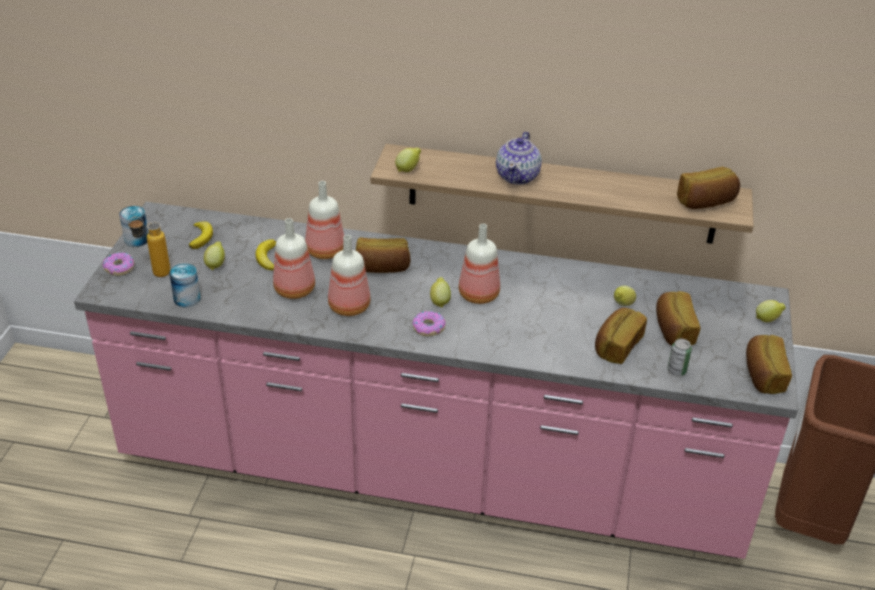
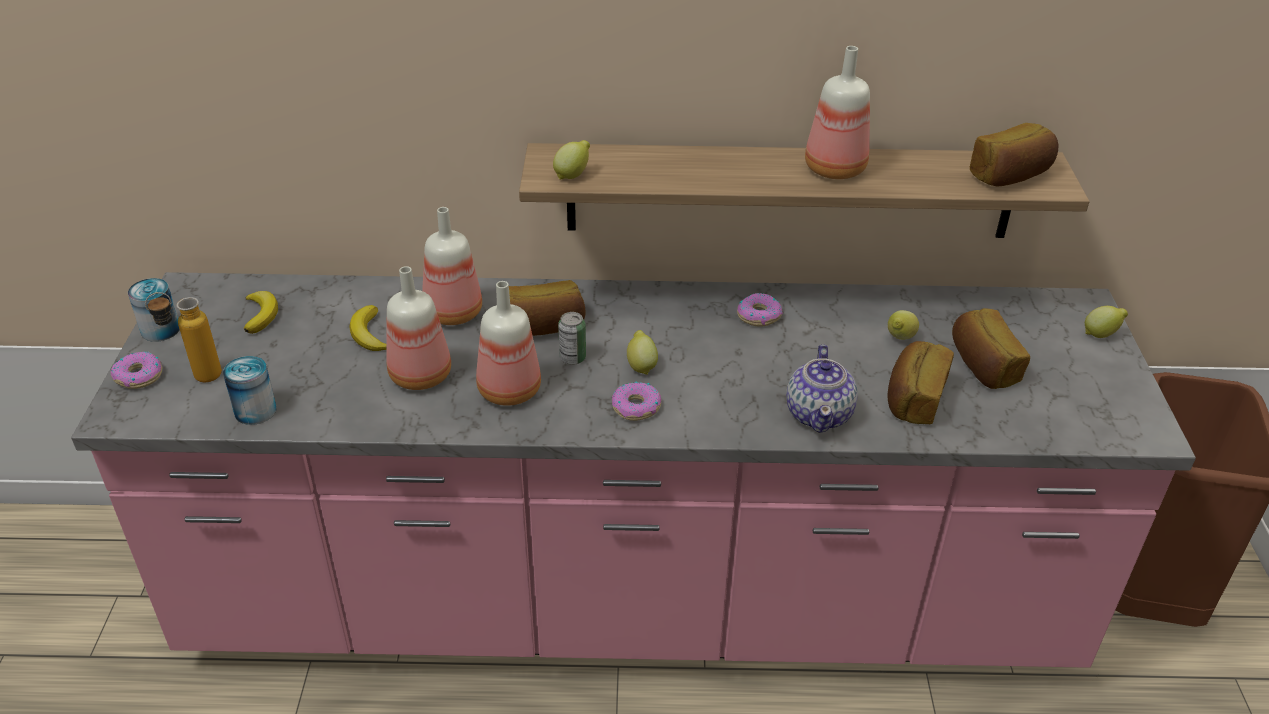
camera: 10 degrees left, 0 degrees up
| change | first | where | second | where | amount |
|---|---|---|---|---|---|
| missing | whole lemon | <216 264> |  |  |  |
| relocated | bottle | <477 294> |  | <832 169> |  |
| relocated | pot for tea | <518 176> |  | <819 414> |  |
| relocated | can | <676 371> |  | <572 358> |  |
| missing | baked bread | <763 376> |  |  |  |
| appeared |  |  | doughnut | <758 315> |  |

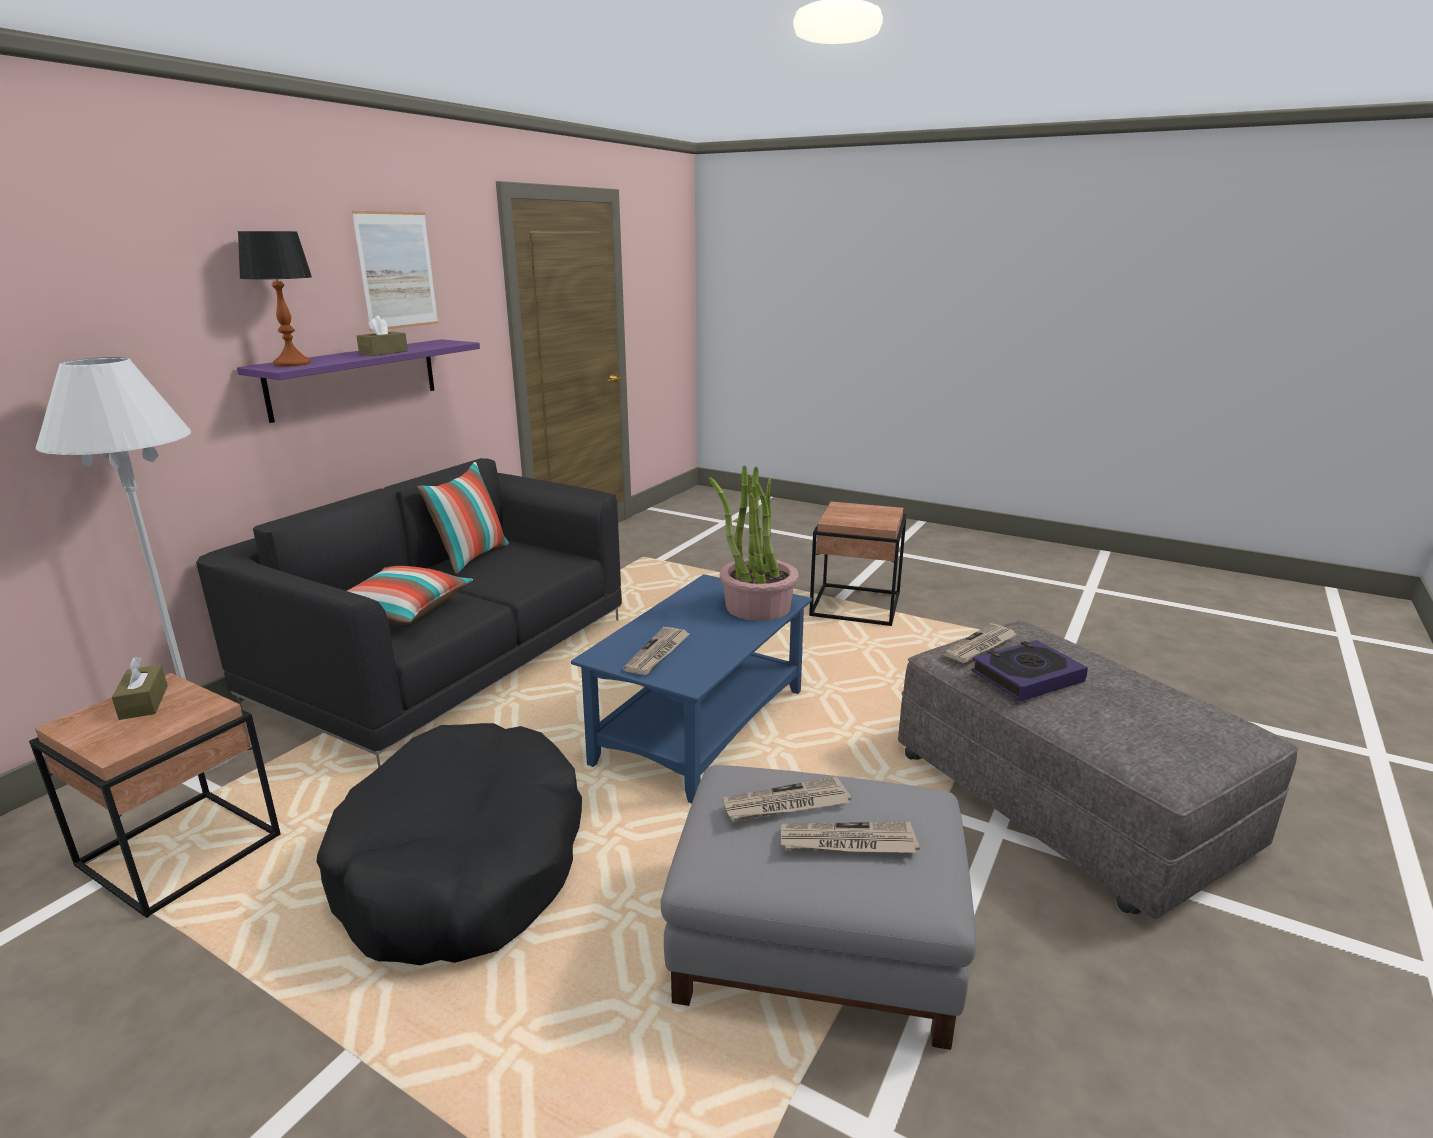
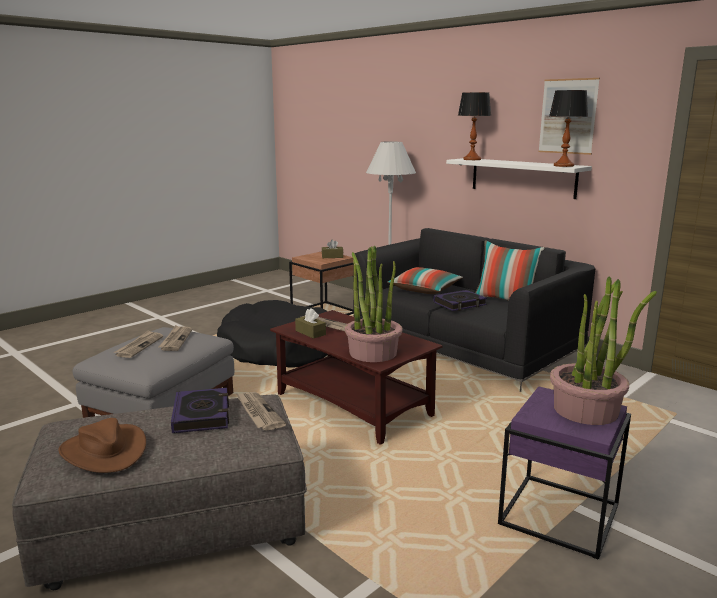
camera: 105 degrees right, 5 degrees down
| change | first | where | second | where | amount |
|---|---|---|---|---|---|
| colour | purplish shelf | <354 378> | white-coloured shelf | <522 177> |  |
| relocated | brown tissue holder | <383 352> |  | <310 333> |  |
| colour | bluish lounge table | <702 725> | brown lounge table | <354 405> |  |
| colour | brown side table | <856 605> | purplish side table | <560 516> |  |
| appeared |  |  | brown hat | <103 451> |  |
| appeared |  |  | volume | <460 304> |  |
| appeared |  |  | lamp for a table | <563 166> |  |
| appeared |  |  | plant in a pot | <586 410> |  |

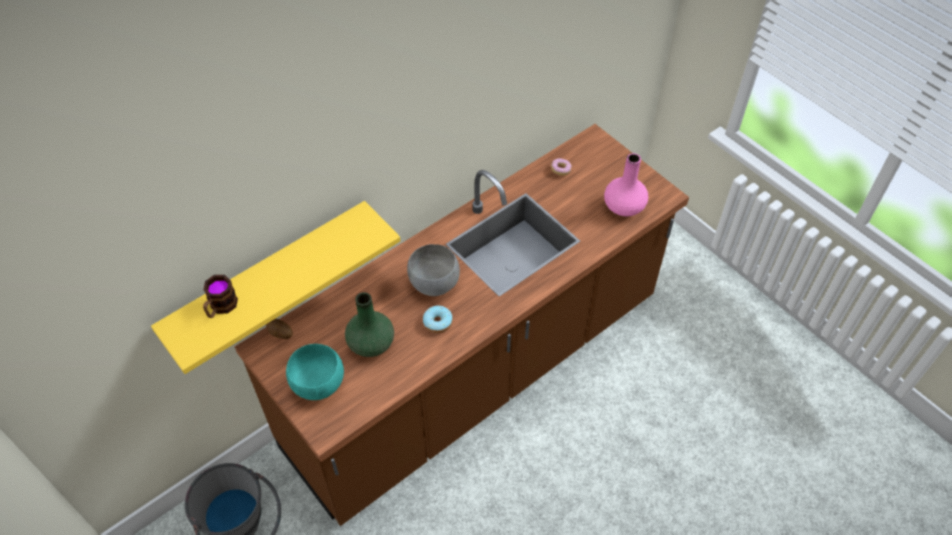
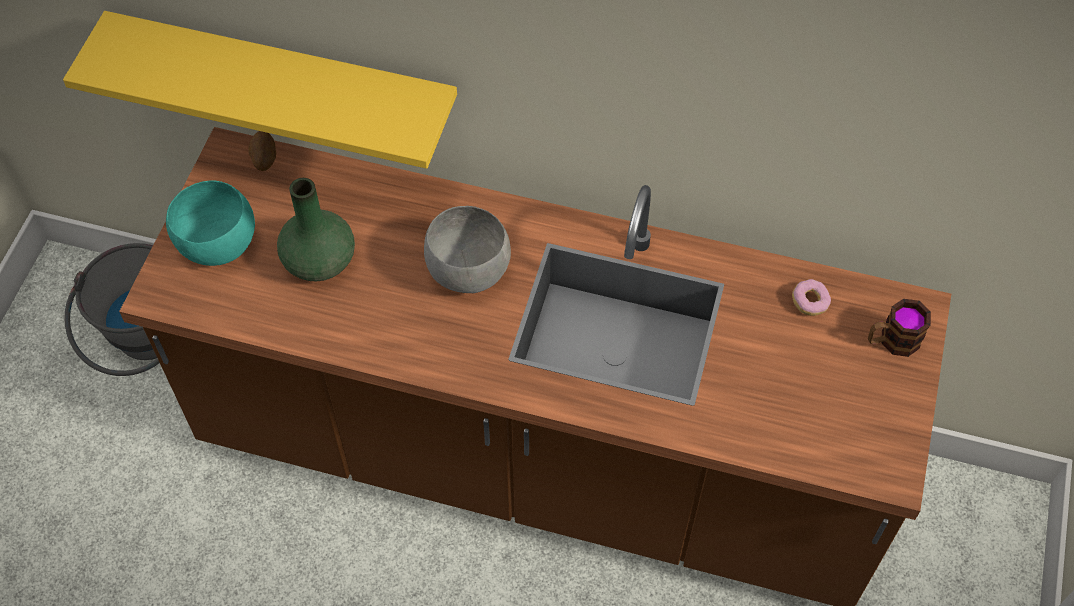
camera: 55 degrees right, 5 degrees up
| change | first | where | second | where | amount |
|---|---|---|---|---|---|
| relocated | mug | <221 307> |  | <891 341> |  |
| missing | doughnut | <437 322> |  |  |  |
| missing | pink flower vase | <624 207> |  |  |  |

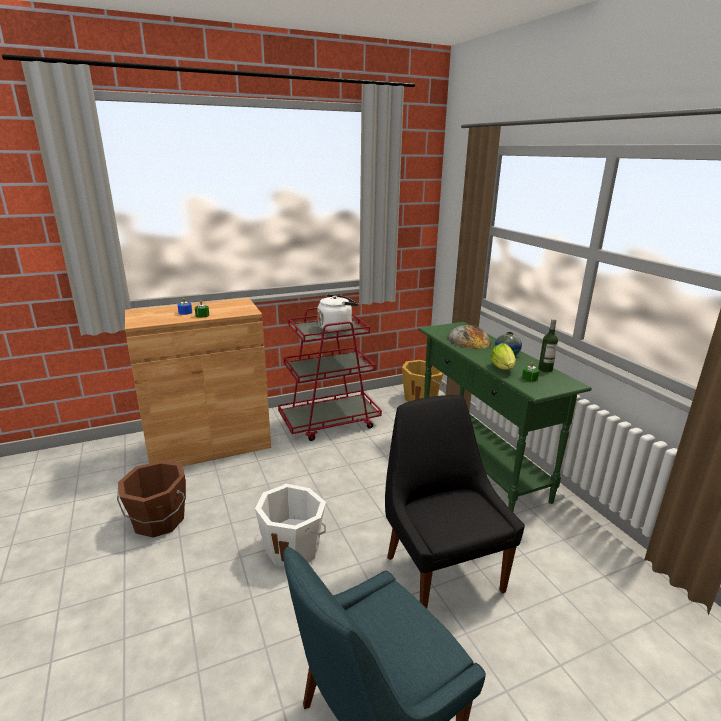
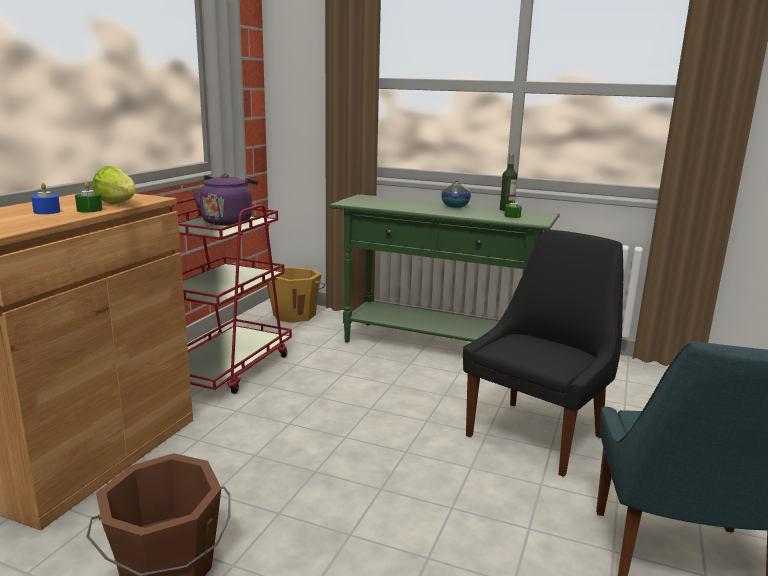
camera: 45 degrees left, 5 degrees down
| change | first | where | second | where | amount |
|---|---|---|---|---|---|
| missing | white-coloured bucket | <294 548> |  |  |  |
| colour | white-coloured kettle | <336 327> | purplish kettle | <228 221> |  |
| spun | black upright chair | <441 570> |  | <537 434> | 105 degrees clockwise |
| missing | baked bread | <469 340> |  |  |  |
| relocated | head of lettuce | <503 369> |  | <119 204> |  |

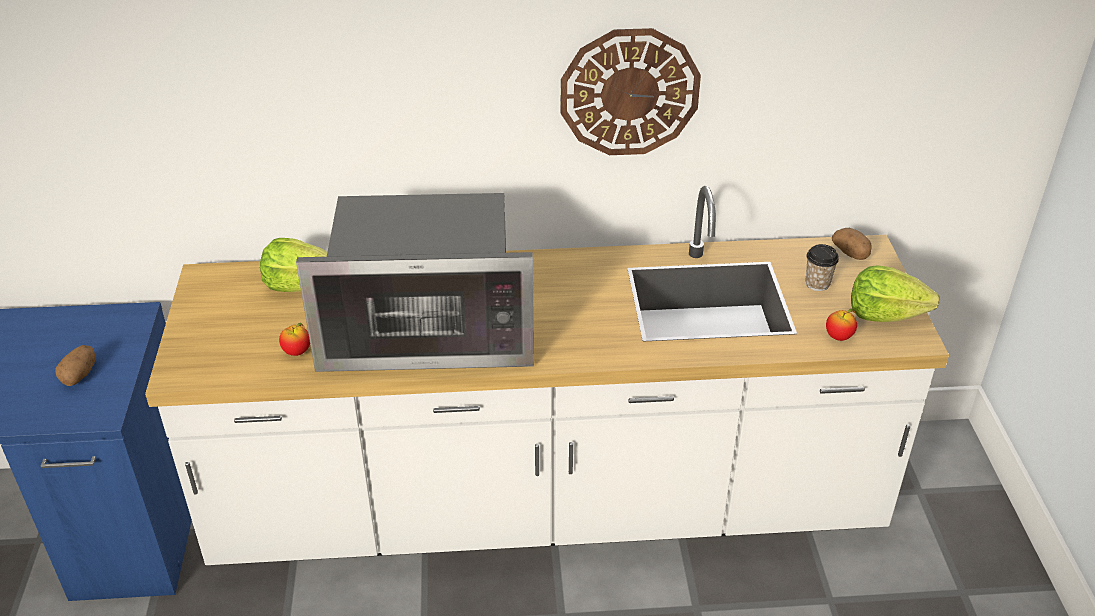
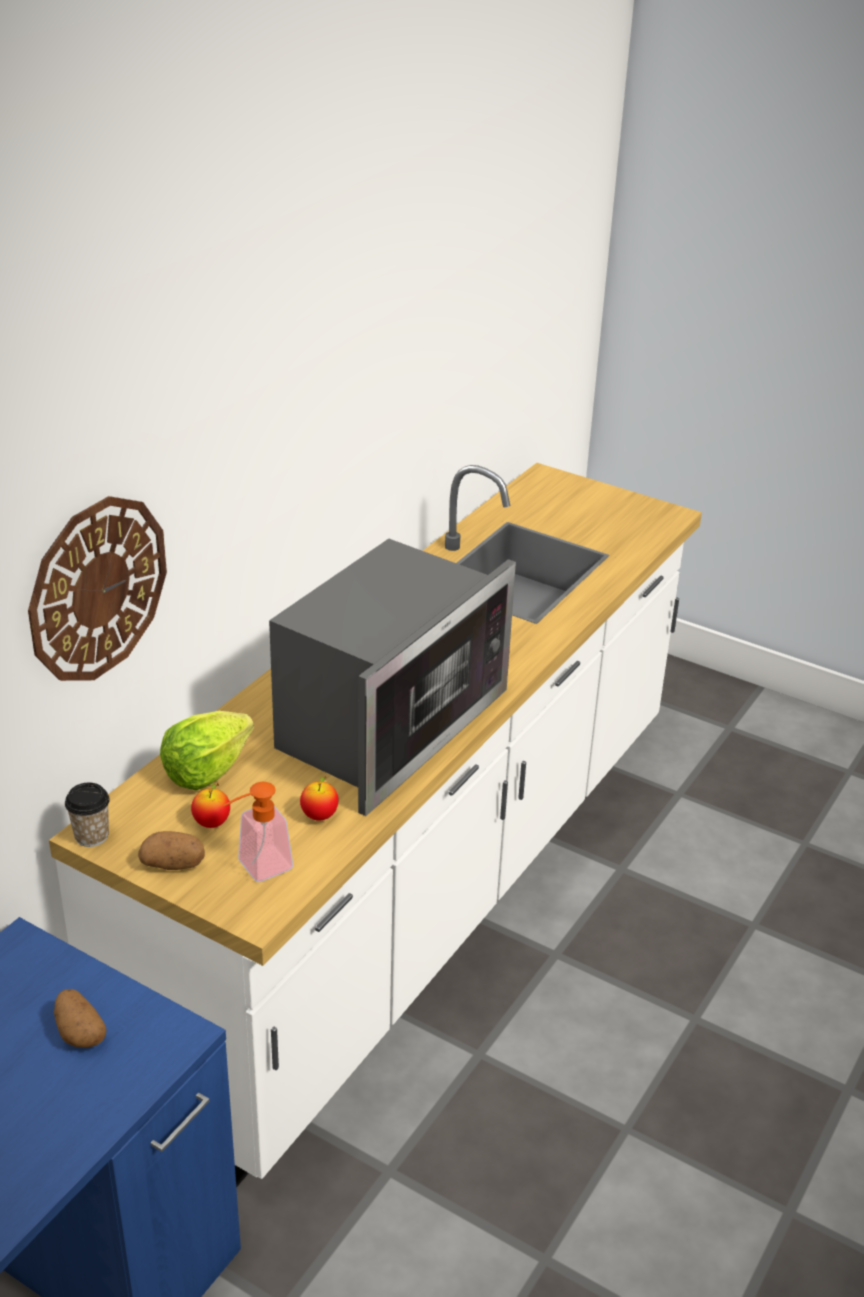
camera: 55 degrees left, 5 degrees down
| change | first | where | second | where | amount |
|---|---|---|---|---|---|
| relocated | wall clock | <629 92> |  | <97 589> |  |
| relocated | cup | <817 283> |  | <91 836> |  |
| relocated | apple | <839 337> |  | <212 823> |  |
| relocated | whole potato | <851 253> |  | <173 864> |  |
| missing | head of lettuce | <884 314> |  |  |  |
| appeared |  |  | soap dispenser | <257 868> |  |

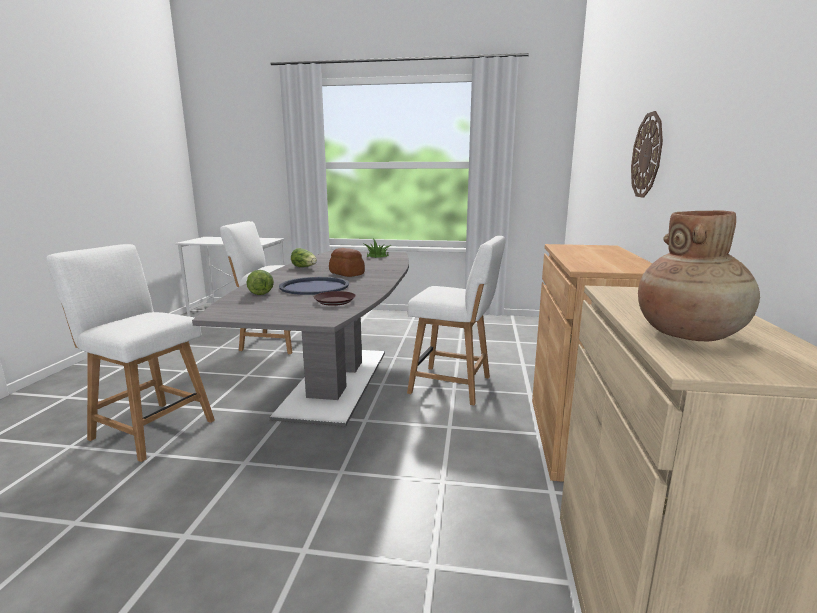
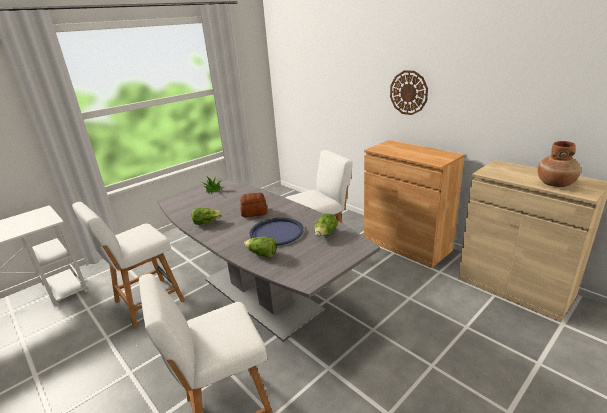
camera: 50 degrees left, 10 degrees up
| change | first | where | second | where | amount |
|---|---|---|---|---|---|
| exchanged | brown plate | <335 301> | head of lettuce | <325 234> |  |

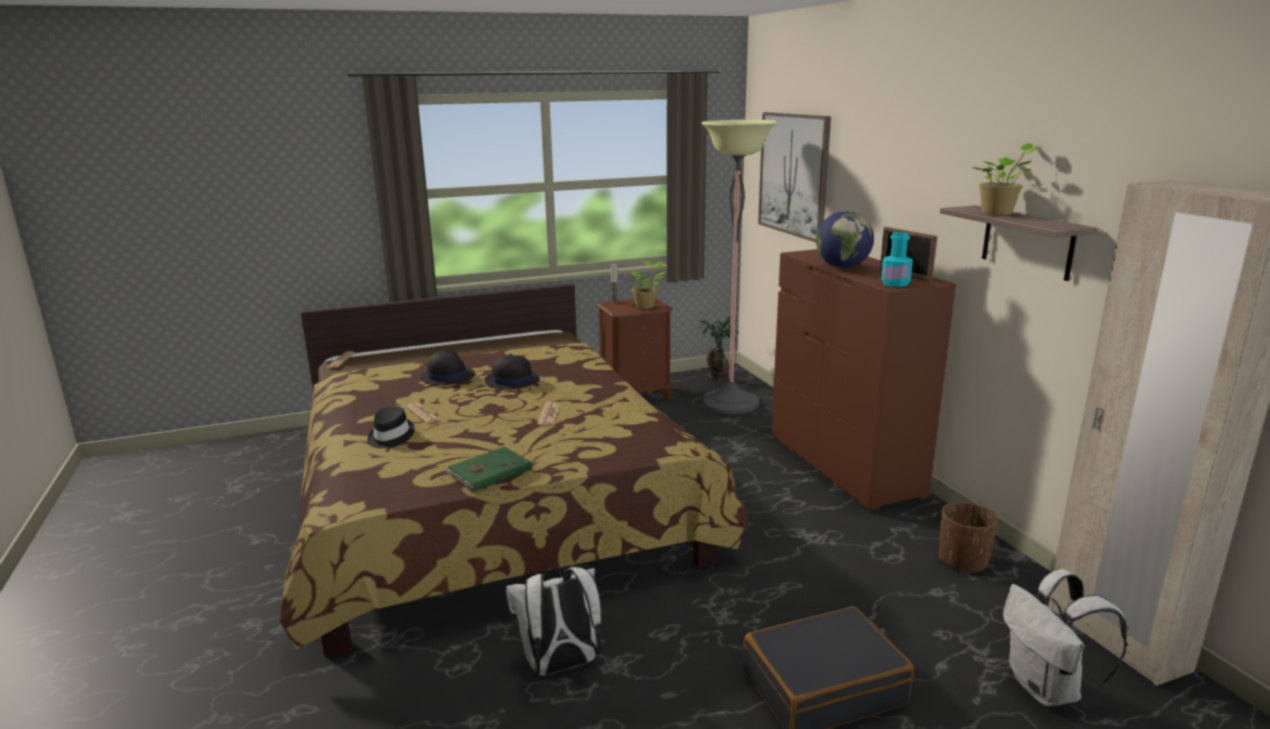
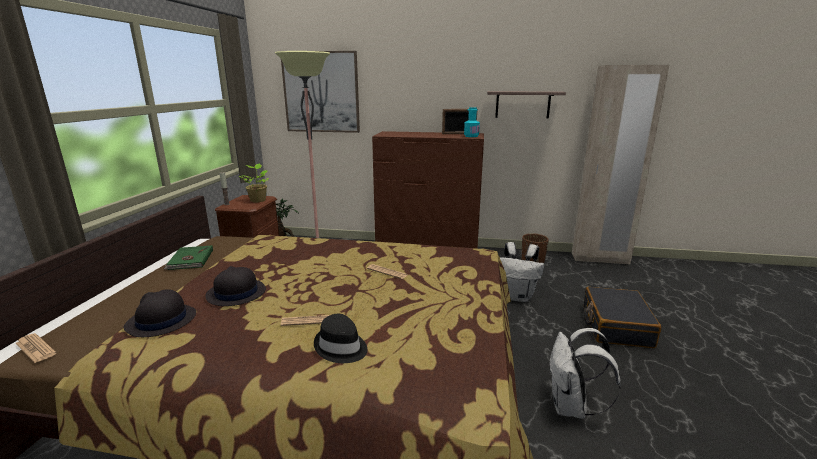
camera: 60 degrees left, 0 degrees up
| change | first | where | second | where | amount |
|---|---|---|---|---|---|
| relocated | greenish volume | <488 471> |  | <190 260> |  |
| relocated | black hat | <511 381> |  | <161 321> |  |
| missing | globe | <842 267> |  |  |  |
| missing | plant in a pot | <999 213> |  |  |  |
| relocated | white-coloured knapsack | <1047 689> |  | <516 296> |  |

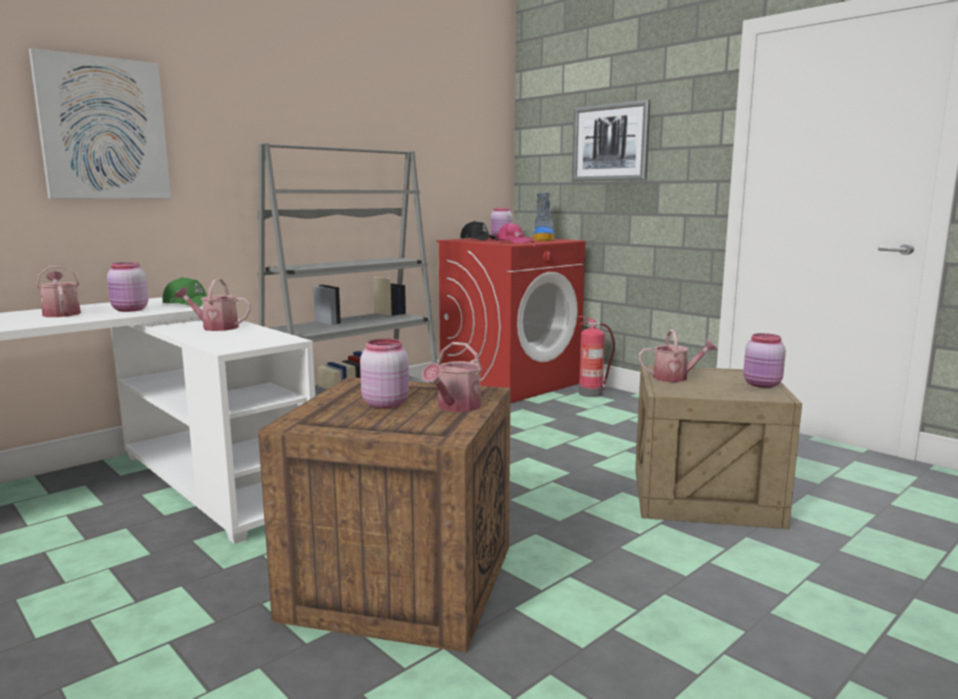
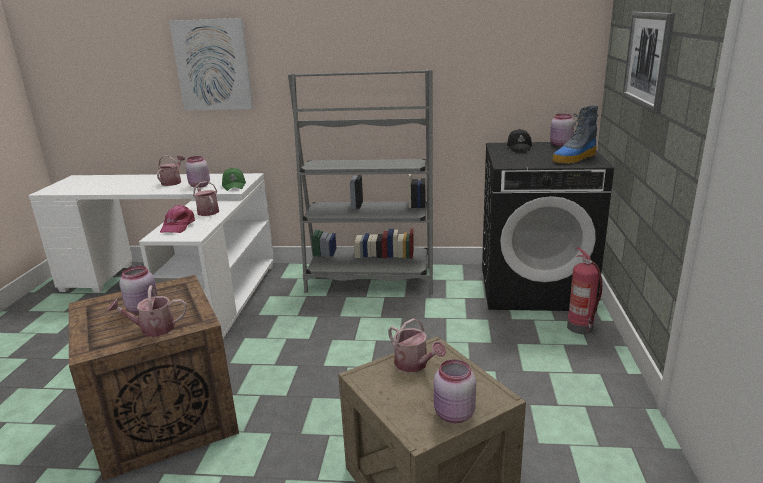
camera: 50 degrees right, 10 degrees up
| change | first | where | second | where | amount |
|---|---|---|---|---|---|
| colour | reddish laundry appliance | <510 383> | black laundry appliance | <535 287> |  |
| relocated | pink cap | <514 242> |  | <178 226> |  |

